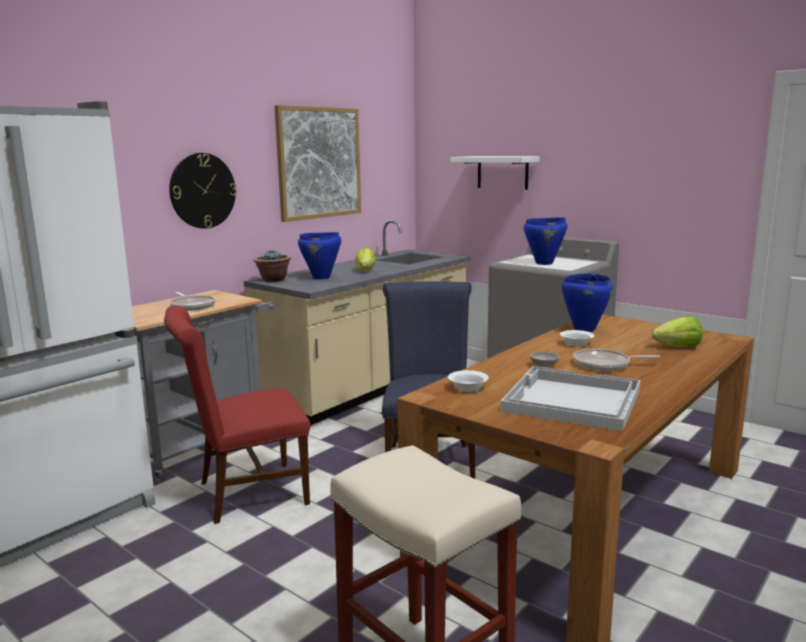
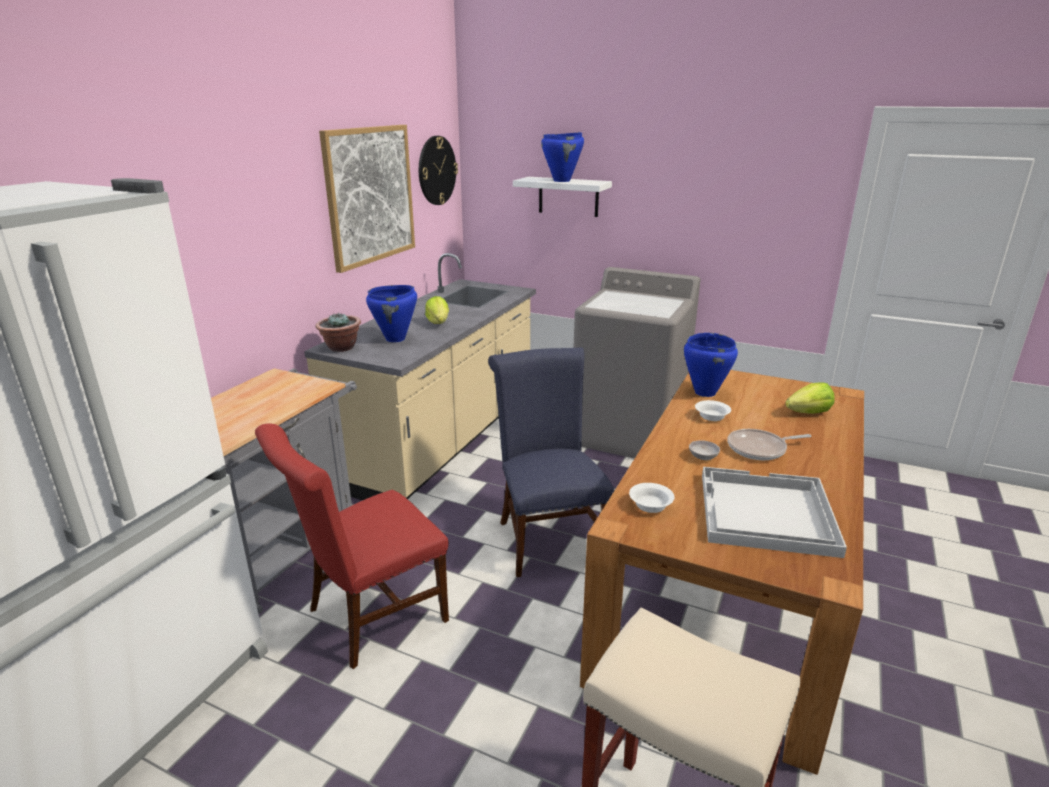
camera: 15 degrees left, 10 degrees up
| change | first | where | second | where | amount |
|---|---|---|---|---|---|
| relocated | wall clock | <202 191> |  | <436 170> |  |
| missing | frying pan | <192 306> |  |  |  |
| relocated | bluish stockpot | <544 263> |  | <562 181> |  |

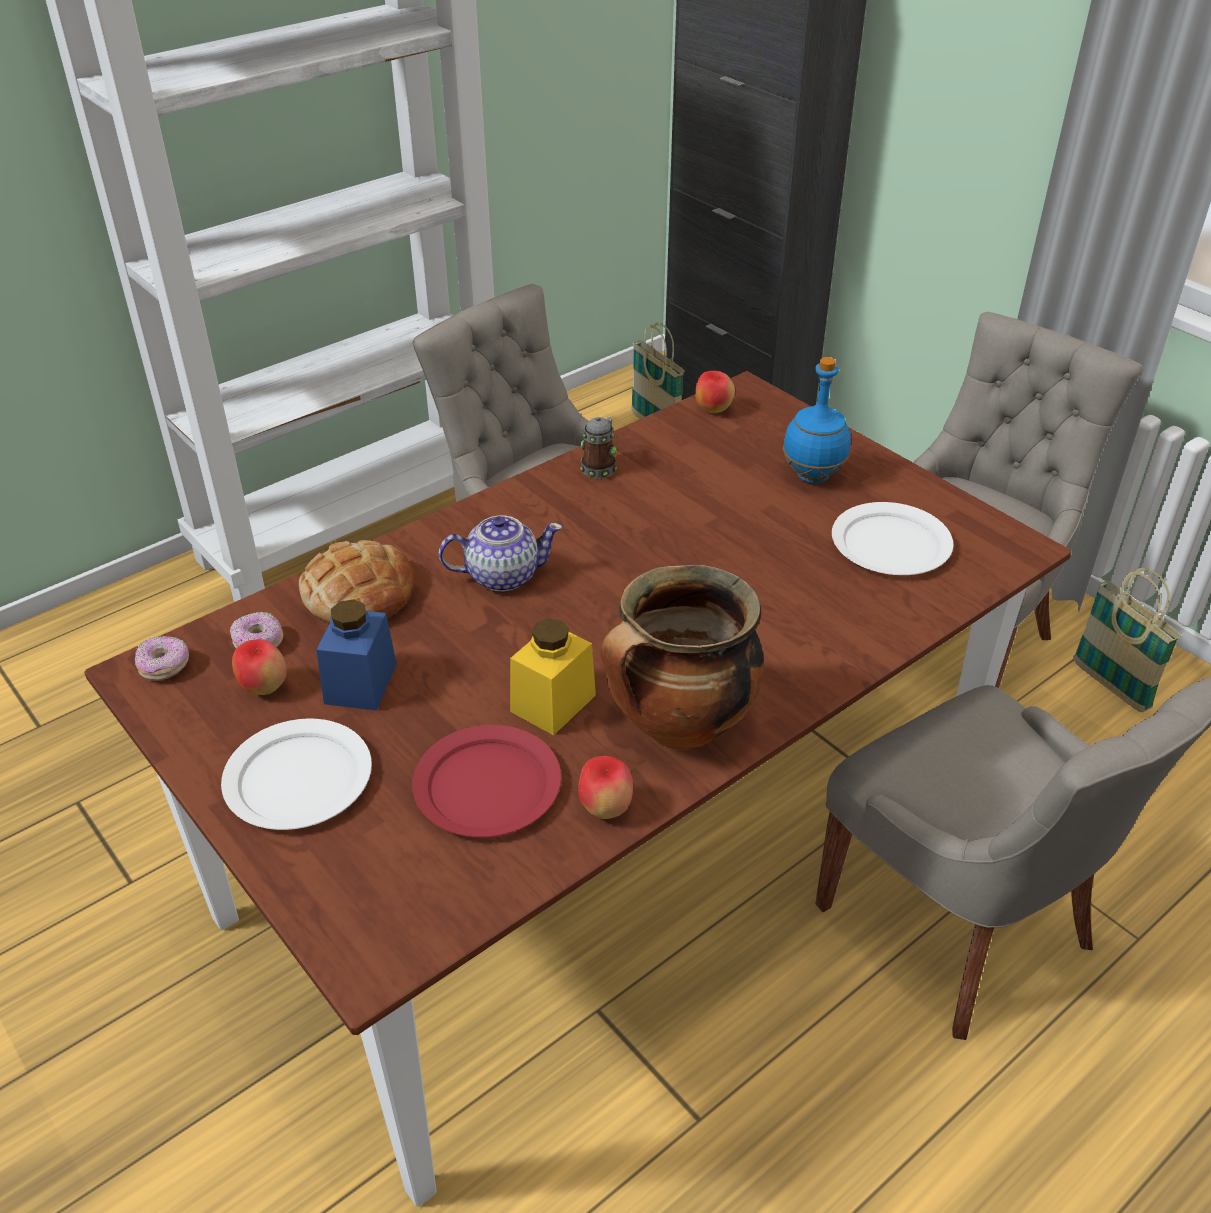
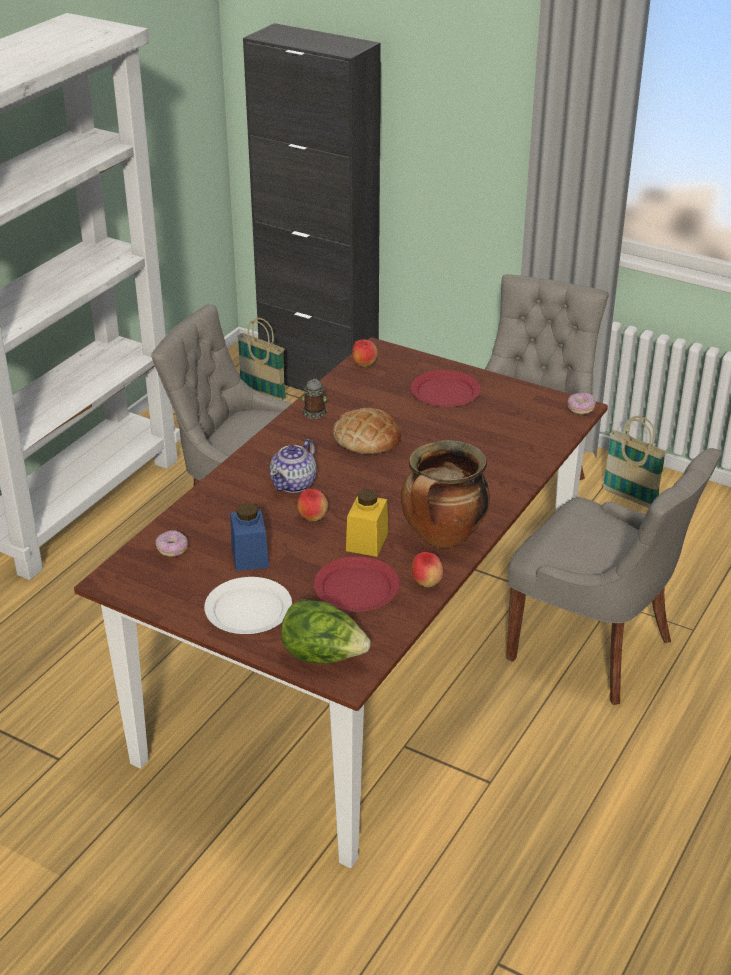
camera: 20 degrees left, 5 degrees down
| change | first | where | second | where | amount |
|---|---|---|---|---|---|
| relocated | doughnut | <164 666> |  | <580 409> |  |
| relocated | apple | <264 688> |  | <312 518> |  |
| relocated | baked bread | <359 593> |  | <367 438> |  |
| spun | pot for tea | <501 575> |  | <294 483> | 150 degrees clockwise |
| exchanged | bluish bottle | <812 476> | reddish plate | <445 392> |  |
| missing | white-coloured plate | <891 543> |  |  |  |
| appeared |  |  | head of lettuce | <323 656> |  |

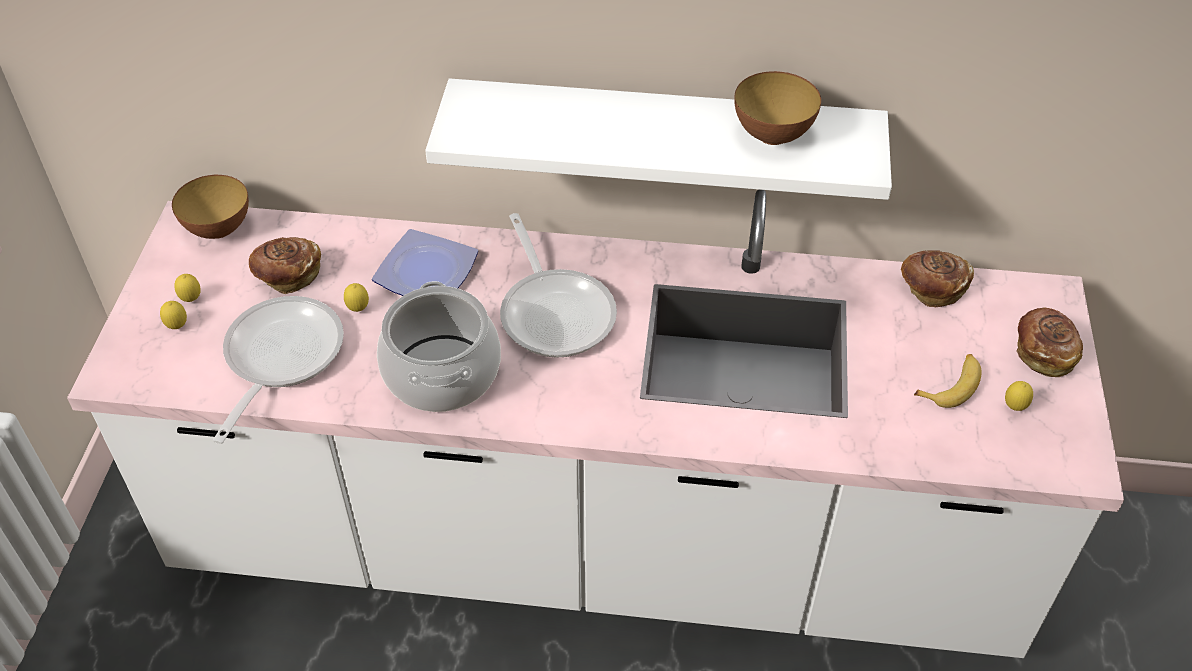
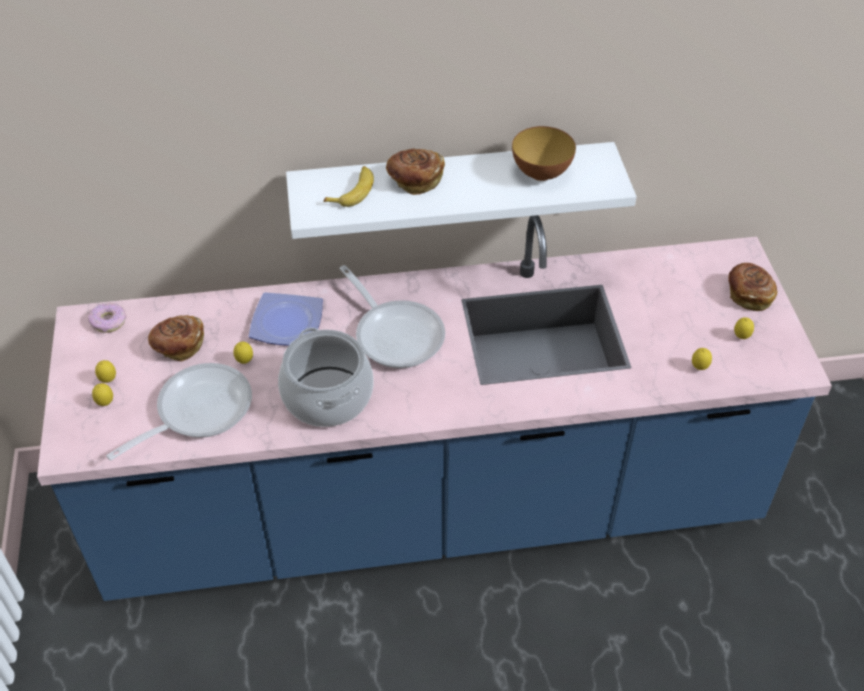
camera: 15 degrees left, 0 degrees up
| change | first | where | second | where | amount |
|---|---|---|---|---|---|
| colour | white-coloured kitchen base unit | <596 542> | bluish kitchen base unit | <432 507> |  |
| exchanged | serving bowl | <219 229> | doughnut | <108 321> |  |
| spun | frying pan | <279 358> |  | <197 411> | 45 degrees clockwise |
| relocated | baked bread | <931 288> |  | <414 181> |  |
| relocated | whole banana | <951 385> |  | <353 191> |  |
| appeared |  |  | whole lemon | <699 368> |  |

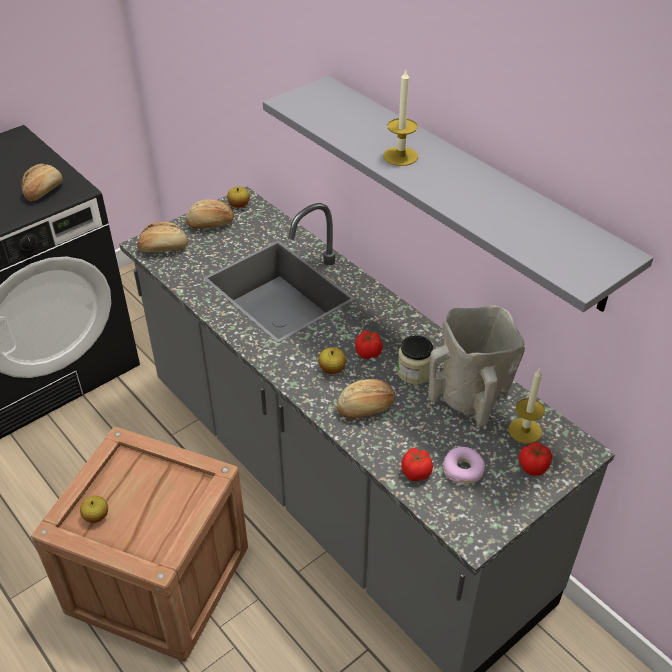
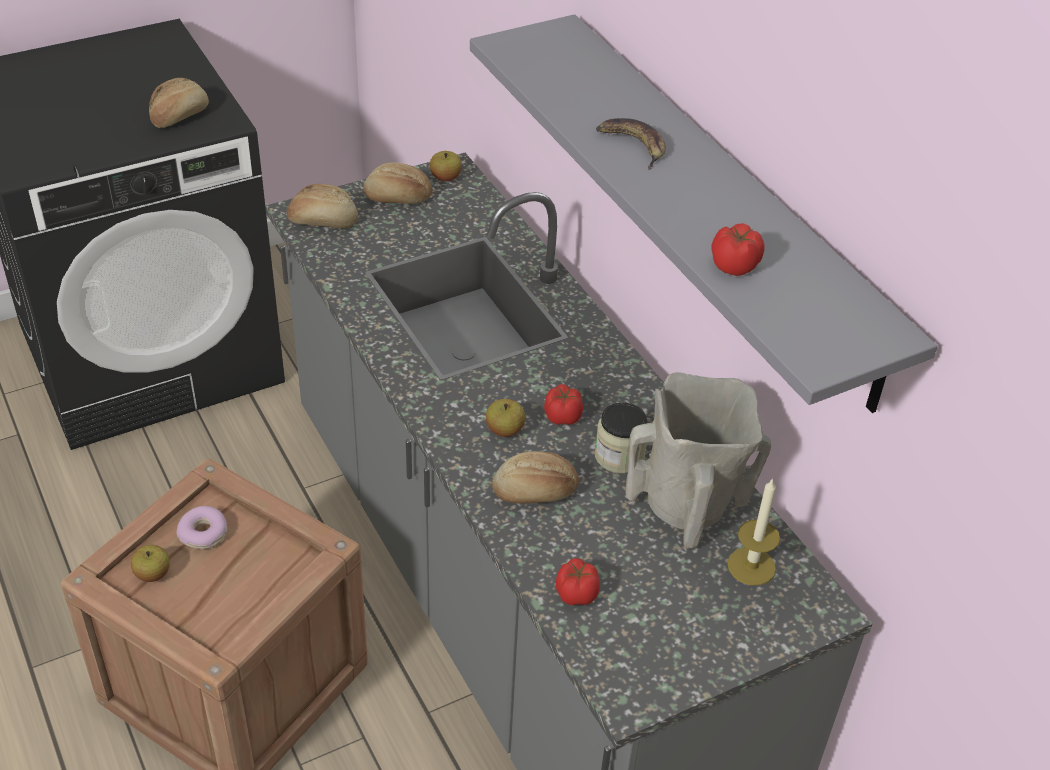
camera: 10 degrees right, 0 degrees up
| change | first | where | second | where | amount |
|---|---|---|---|---|---|
| exchanged | wax light | <400 156> | whole banana | <632 145> |  |
| relocated | doughnut | <463 470> |  | <204 533> |  |
| relocated | whole tomato | <534 467> |  | <735 266> |  |

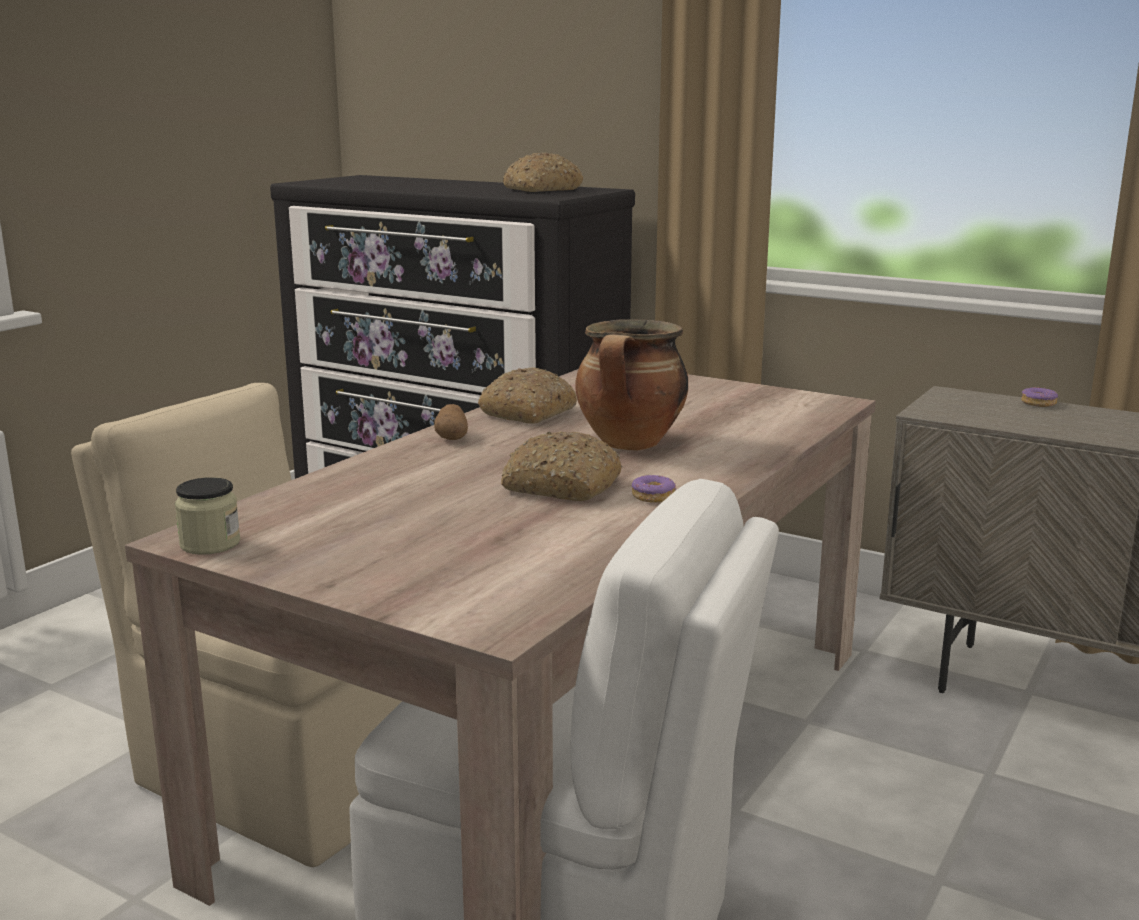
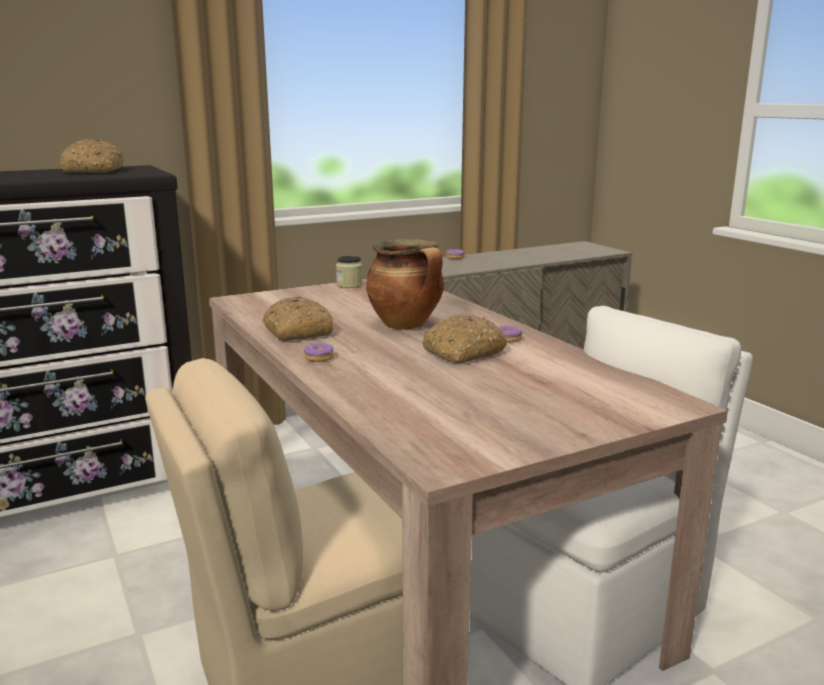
camera: 60 degrees left, 0 degrees up
| change | first | where | second | where | amount |
|---|---|---|---|---|---|
| relocated | storage jar | <210 544> |  | <349 285> |  |
| exchanged | whole potato | <452 437> | doughnut | <319 358> |  |

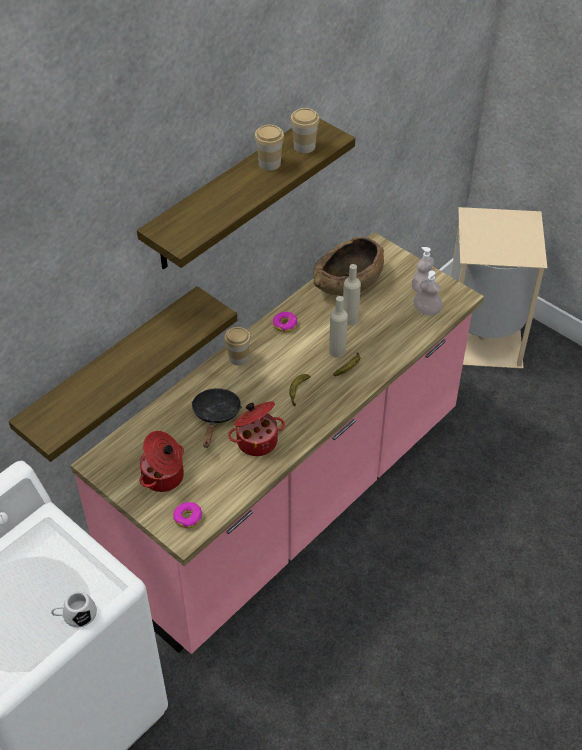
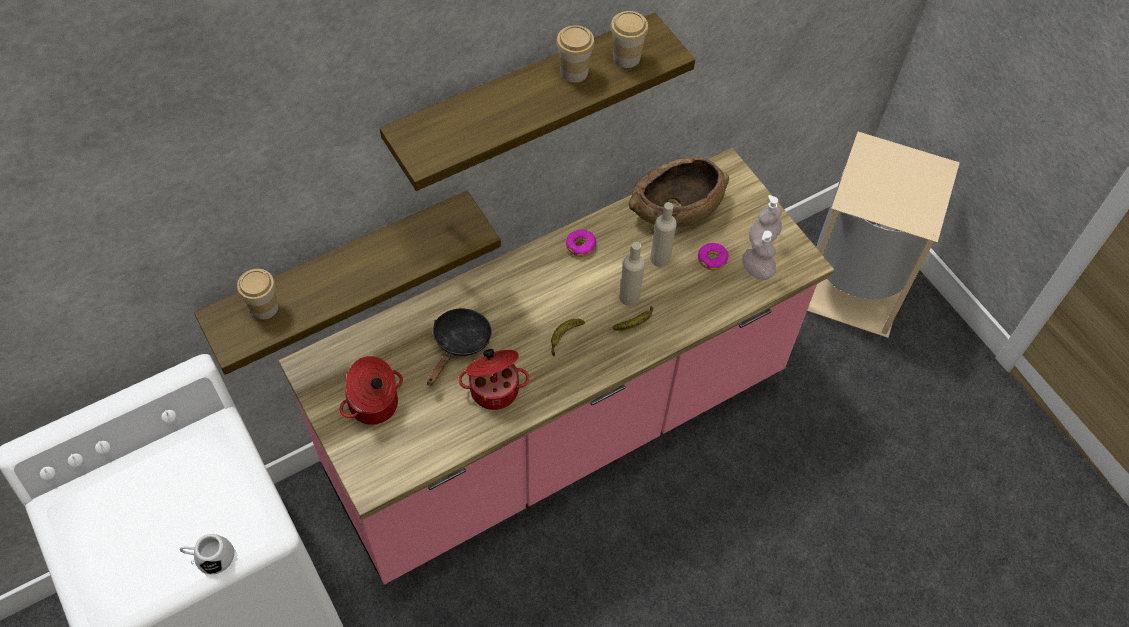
camera: 15 degrees right, 10 degrees up
| change | first | where | second | where | amount |
|---|---|---|---|---|---|
| relocated | doughnut | <188 518> |  | <712 259> |  |
| relocated | cup | <238 358> |  | <264 308> |  |

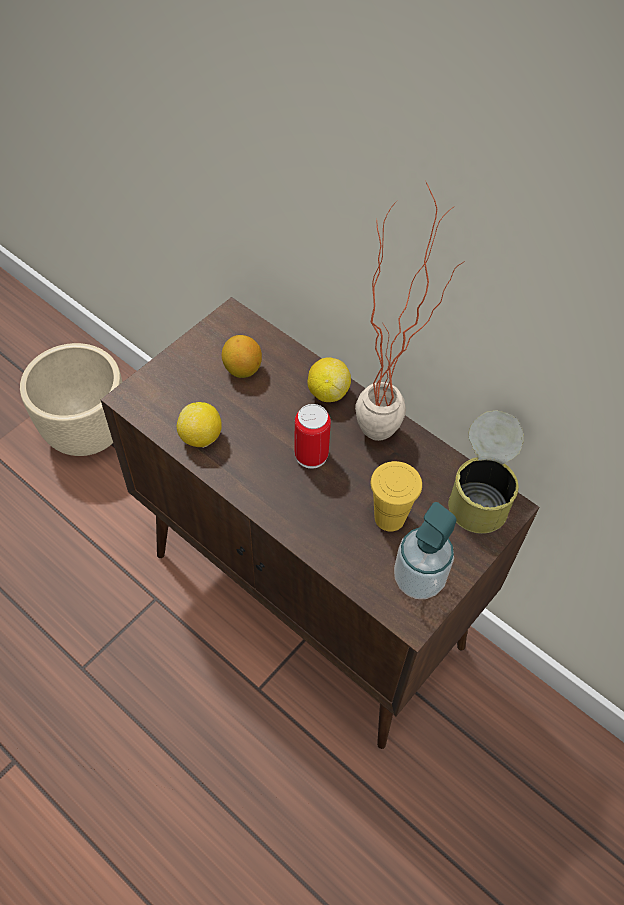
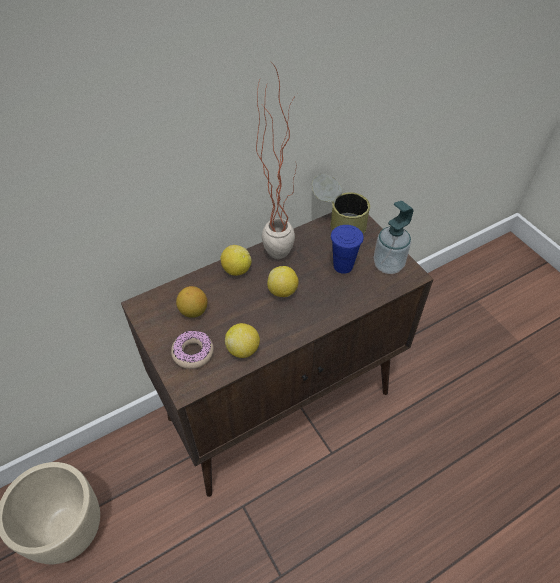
camera: 70 degrees left, 5 degrees down
| change | first | where | second | where | amount |
|---|---|---|---|---|---|
| exchanged | can | <311 455> | whole lemon | <283 291> |  |
| colour | yellow-coloured cup | <389 518> | bluish cup | <343 266> |  |
| appeared |  |  | doughnut | <193 353> |  |

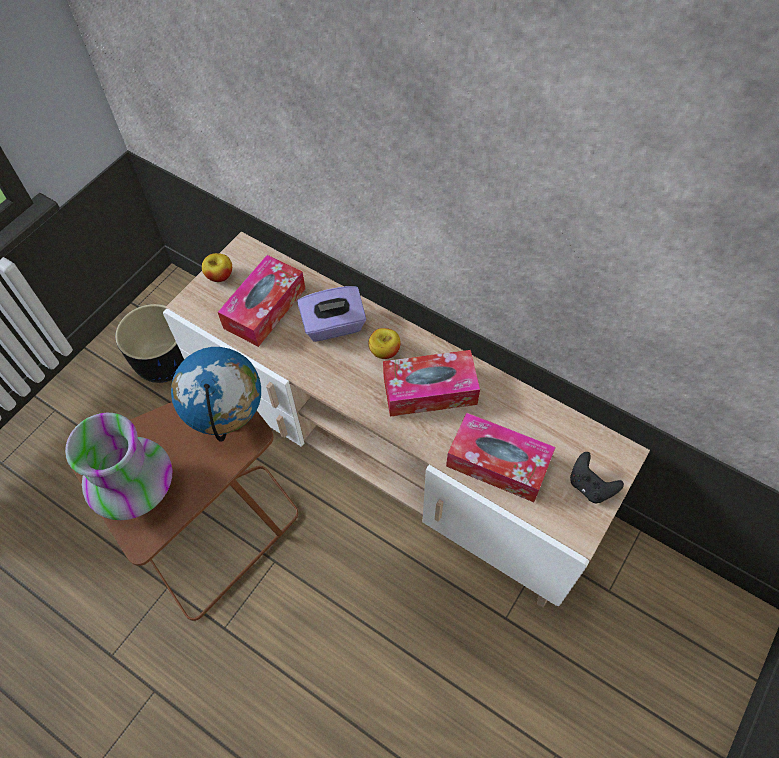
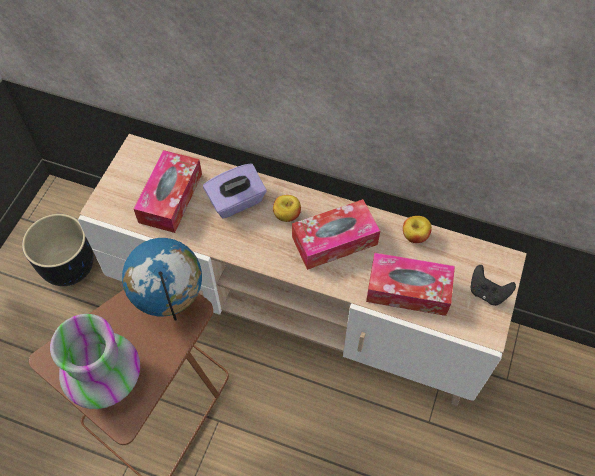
camera: 15 degrees left, 0 degrees up
| change | first | where | second | where | amount |
|---|---|---|---|---|---|
| relocated | apple | <220 276> |  | <415 236> |  |

